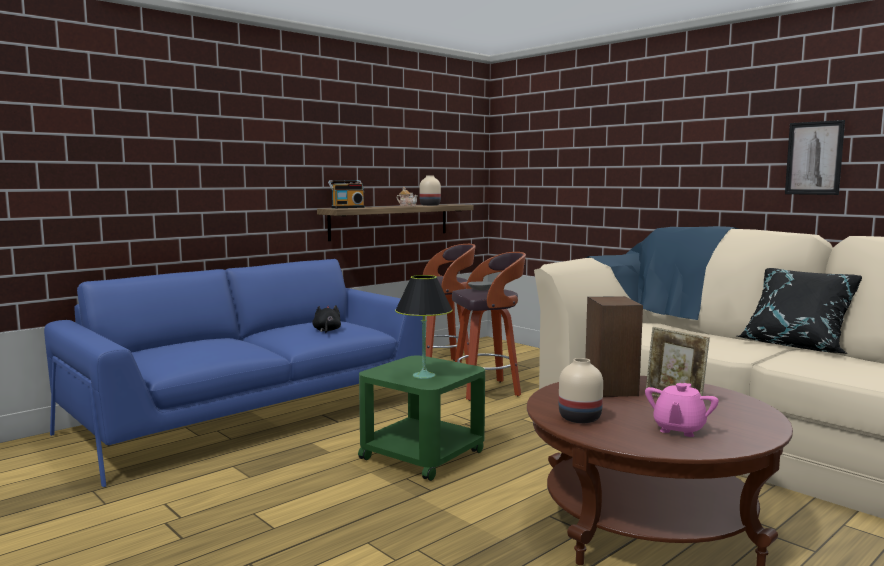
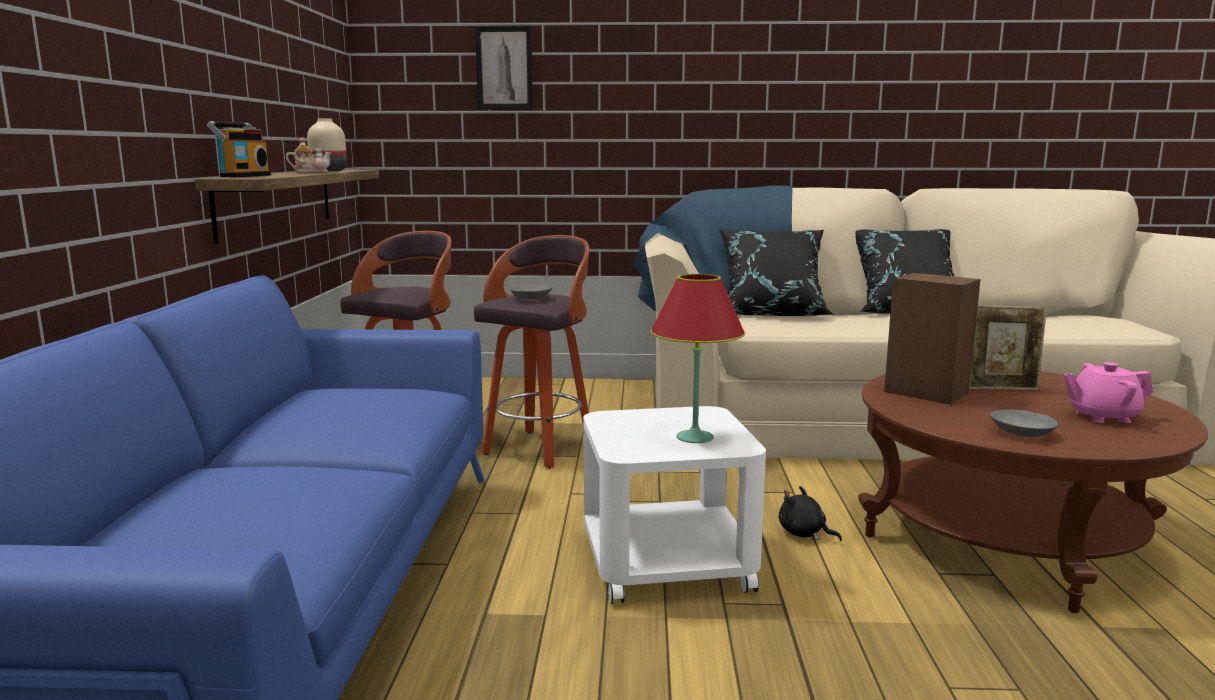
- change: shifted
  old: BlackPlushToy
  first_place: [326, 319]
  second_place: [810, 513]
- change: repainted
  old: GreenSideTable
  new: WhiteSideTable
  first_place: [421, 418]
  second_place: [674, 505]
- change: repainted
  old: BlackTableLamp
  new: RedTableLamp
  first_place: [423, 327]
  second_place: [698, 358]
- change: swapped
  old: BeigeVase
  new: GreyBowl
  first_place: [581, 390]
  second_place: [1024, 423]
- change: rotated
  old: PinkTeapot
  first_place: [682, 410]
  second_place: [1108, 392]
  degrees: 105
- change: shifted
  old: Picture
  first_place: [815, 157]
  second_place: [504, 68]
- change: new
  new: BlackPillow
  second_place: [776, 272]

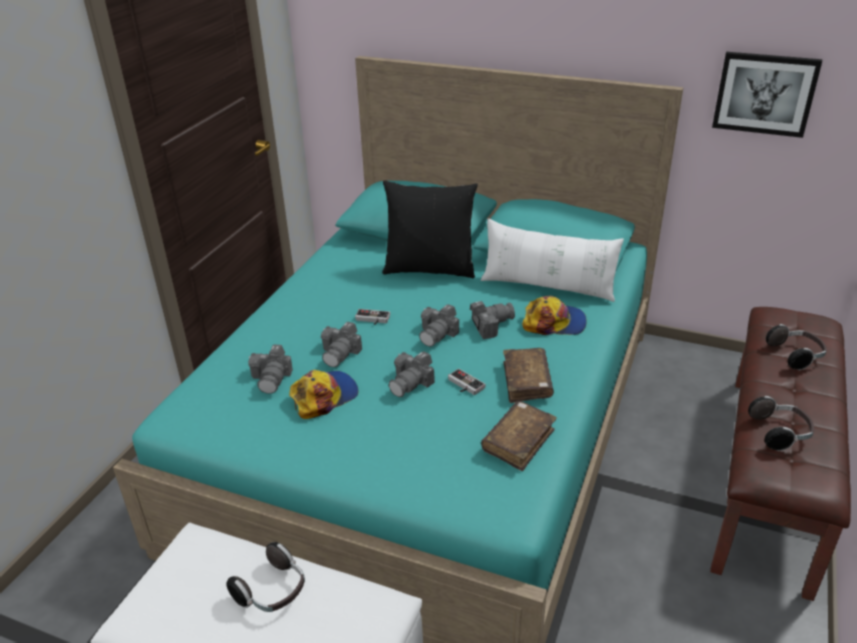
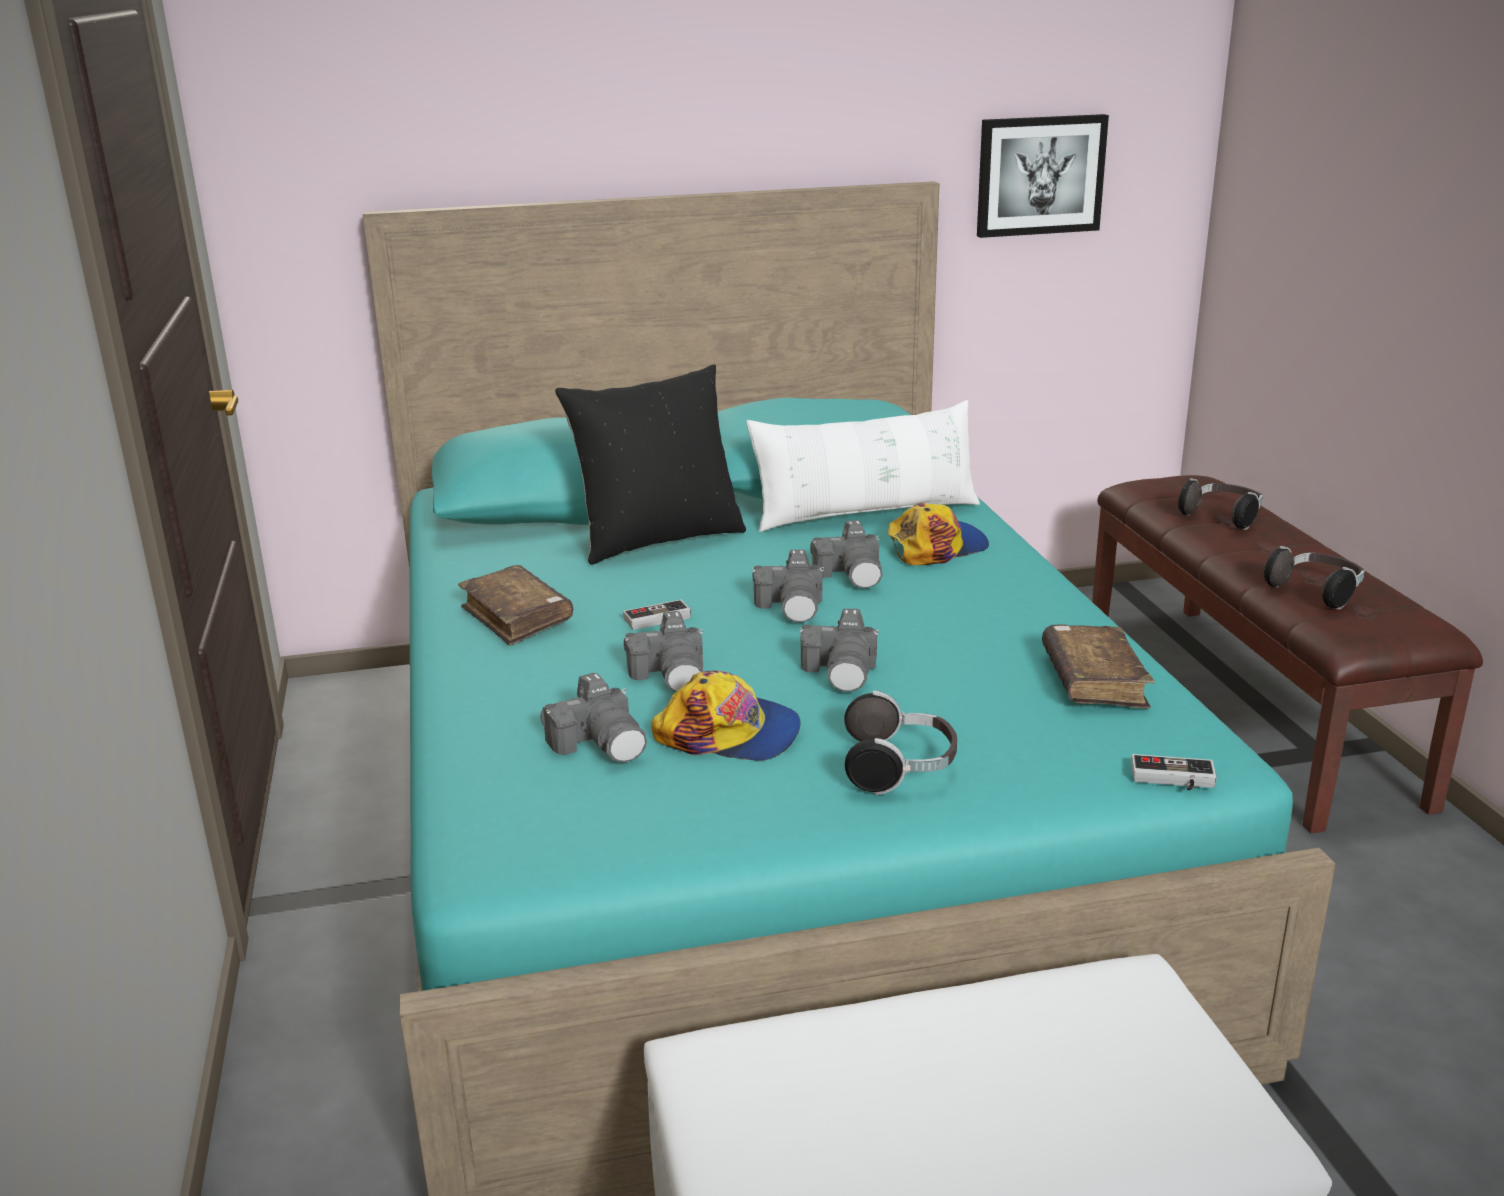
- change: shifted
  old: Headphones
  first_place: [265, 577]
  second_place: [900, 743]
- change: rotated
  old: Cap
  first_place: [324, 394]
  second_place: [726, 715]
  degrees: 90
- change: shifted
  old: GameController
  first_place: [466, 381]
  second_place: [1174, 772]
- change: rotated
  old: PhotoCamera
  first_place: [492, 320]
  second_place: [846, 554]
  degrees: 135
- change: shifted
  old: BrownBook
  first_place: [528, 375]
  second_place: [515, 605]

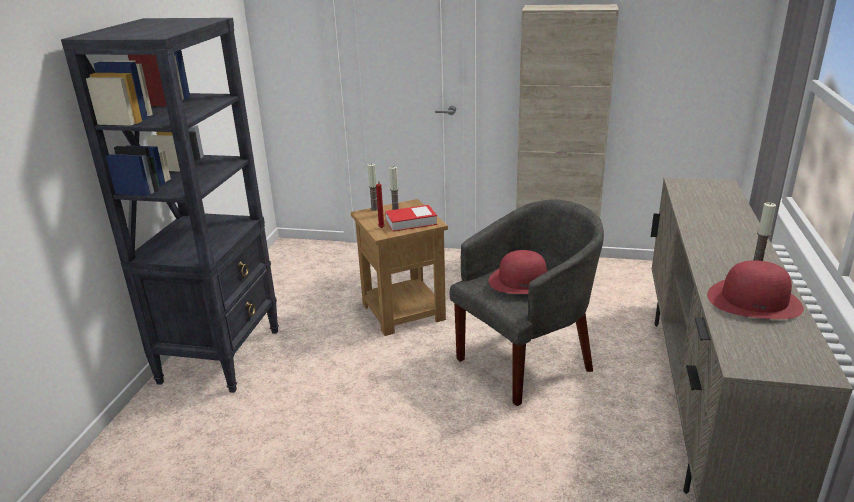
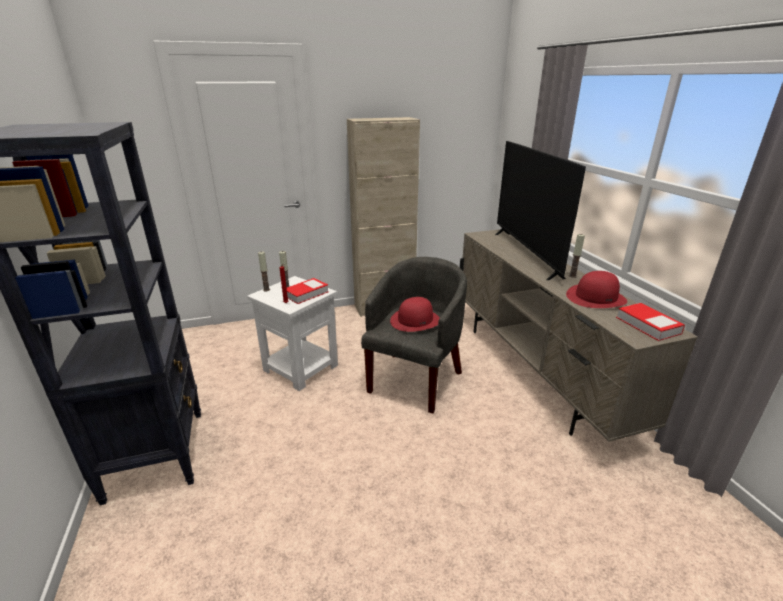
- change: repainted
  old: BrownSideTable
  new: WhiteSideTable
  first_place: [399, 267]
  second_place: [292, 333]
- change: new
  new: Television
  second_place: [540, 210]
- change: new
  new: Book
  second_place: [650, 322]

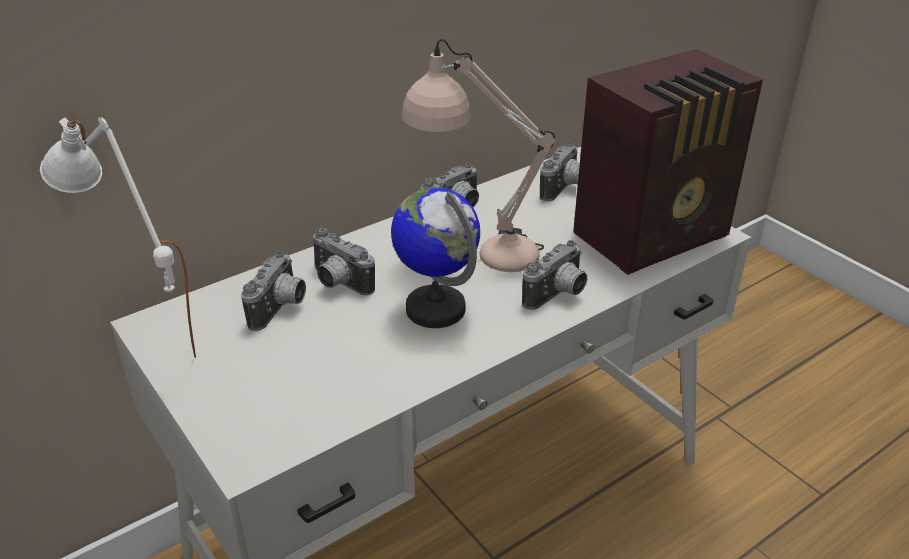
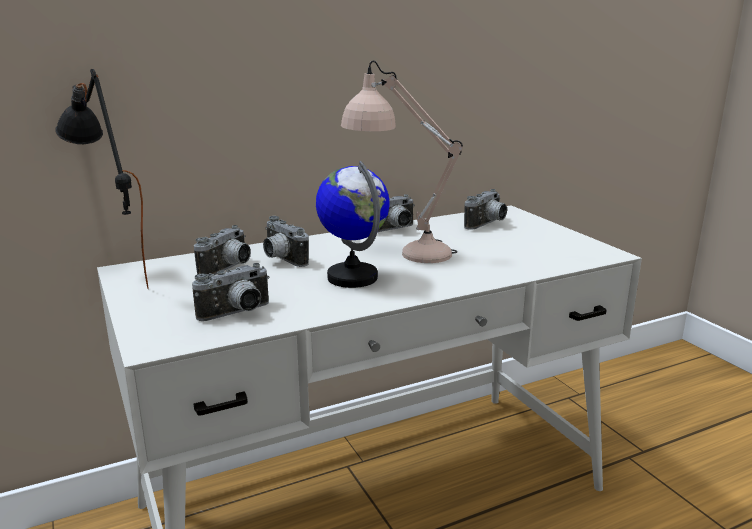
- change: repainted
  old: WhiteTableLamp
  new: BlackTableLamp
  first_place: [118, 237]
  second_place: [102, 179]
- change: shifted
  old: PhotoCamera
  first_place: [554, 275]
  second_place: [231, 292]
- change: gone
  old: Radio
  first_place: [668, 162]

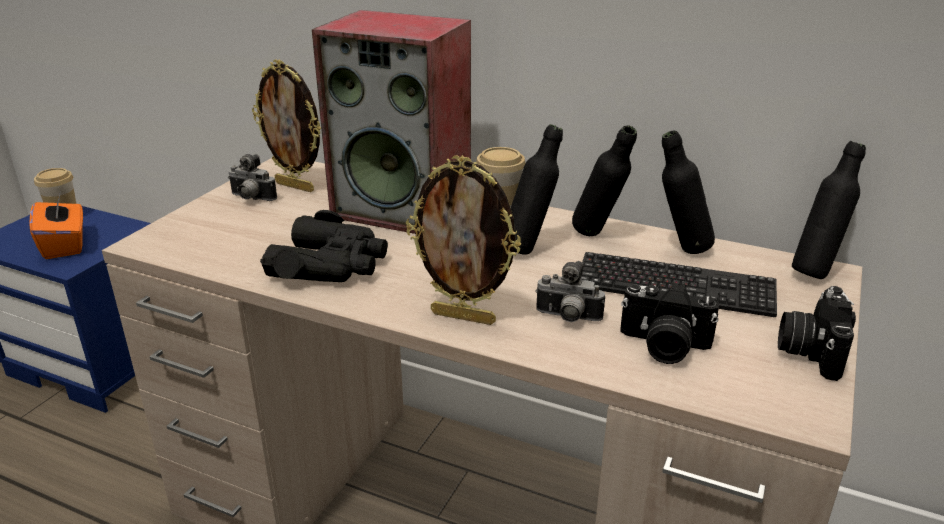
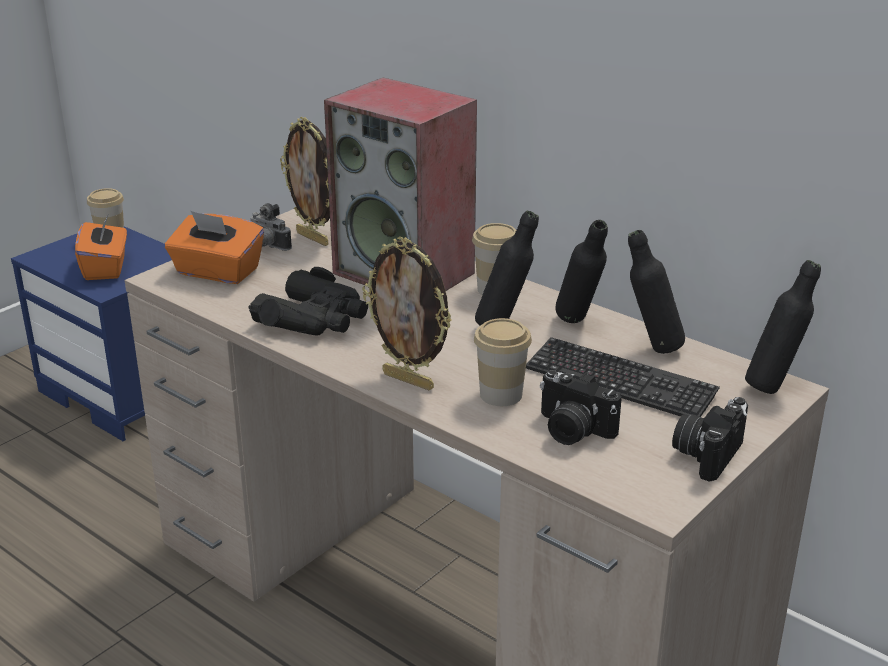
- change: swapped
  old: PhotoCamera
  new: Cup
  first_place: [570, 291]
  second_place: [503, 362]
- change: new
  new: OrangeTissueBox
  second_place: [214, 247]

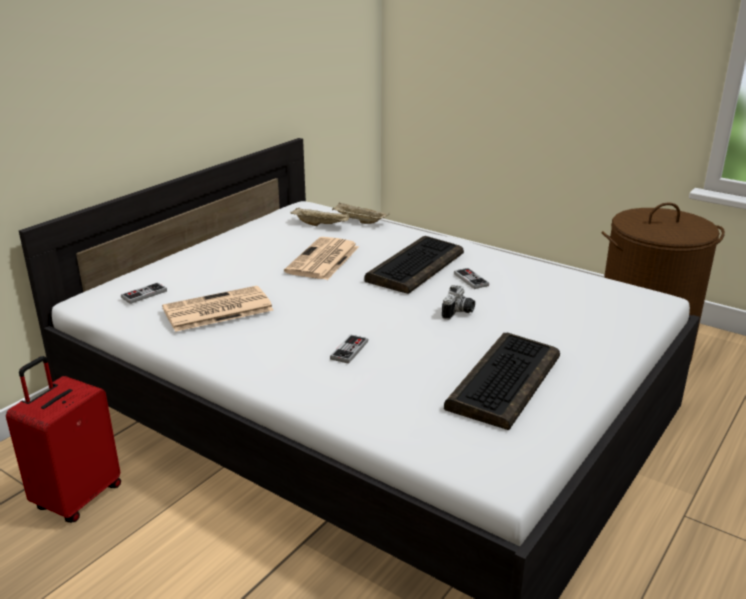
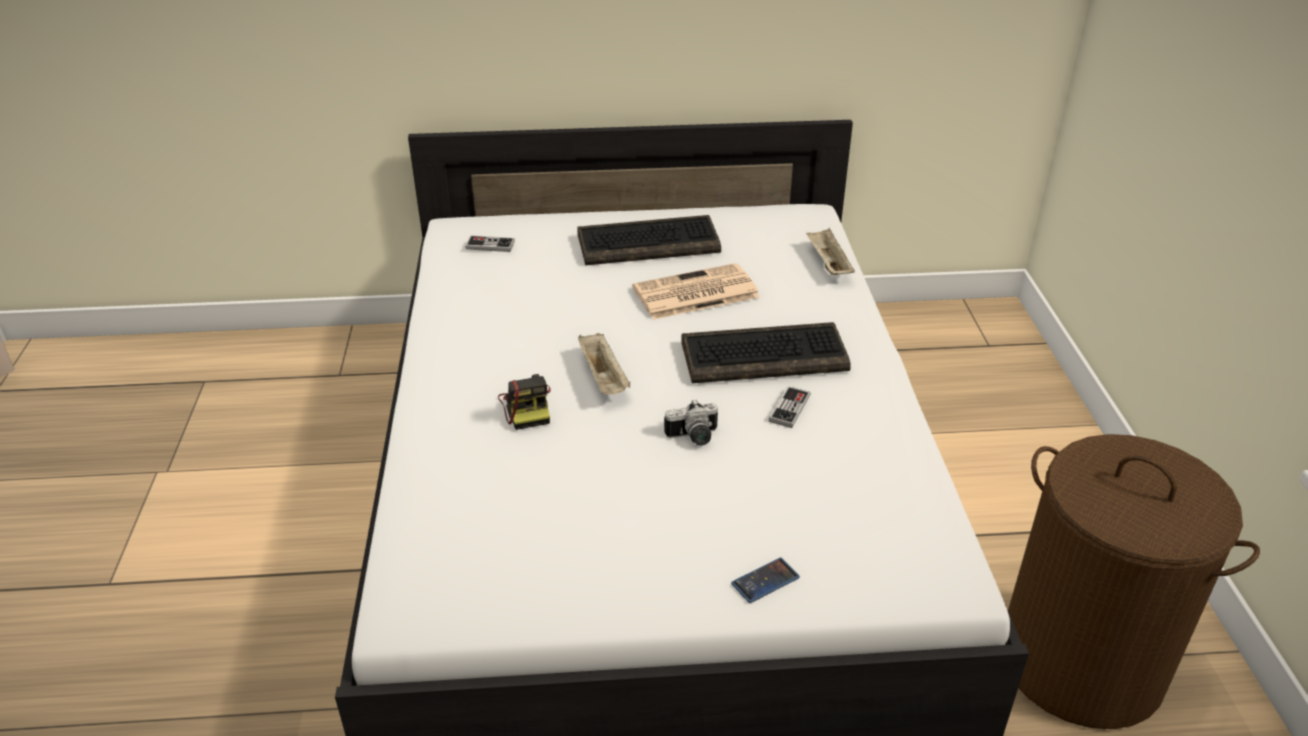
- change: gone
  old: RedSuitcase
  first_place: [63, 439]
- change: gone
  old: Newspaper
  first_place: [217, 309]
- change: shifted
  old: BeigeTray
  first_place: [320, 216]
  second_place: [604, 364]
- change: swapped
  old: GameController
  new: PhotoCamera
  first_place: [349, 349]
  second_place: [524, 402]
- change: shifted
  old: Keyboard
  first_place: [502, 381]
  second_place: [649, 240]
- change: new
  new: Phone
  second_place: [765, 580]

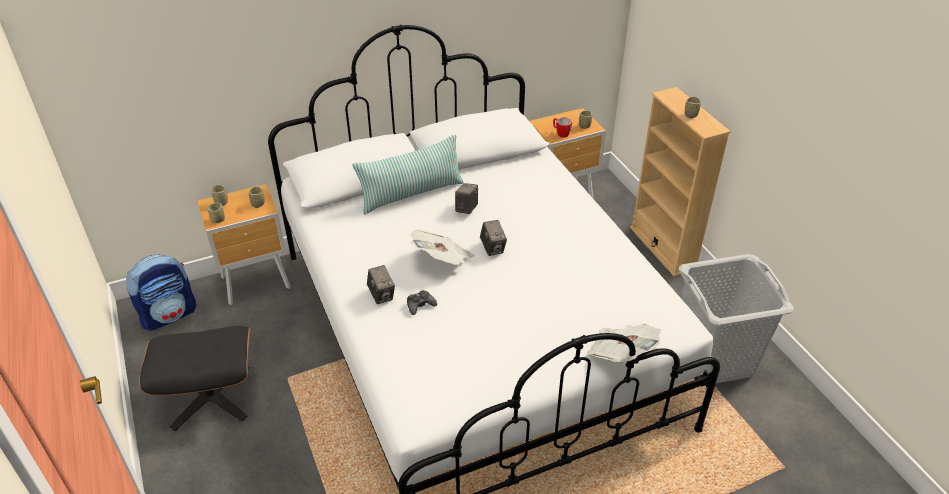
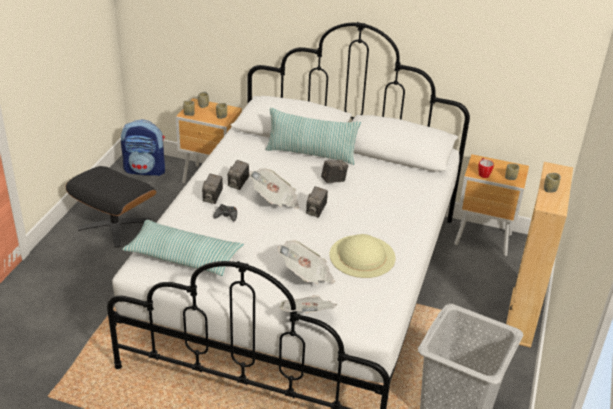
- change: new
  new: Pillow
  second_place: [183, 248]
- change: new
  new: PhotoCamera
  second_place: [238, 175]
- change: new
  new: Newspaper
  second_place: [306, 262]
- change: new
  new: BeigeHat
  second_place: [362, 256]

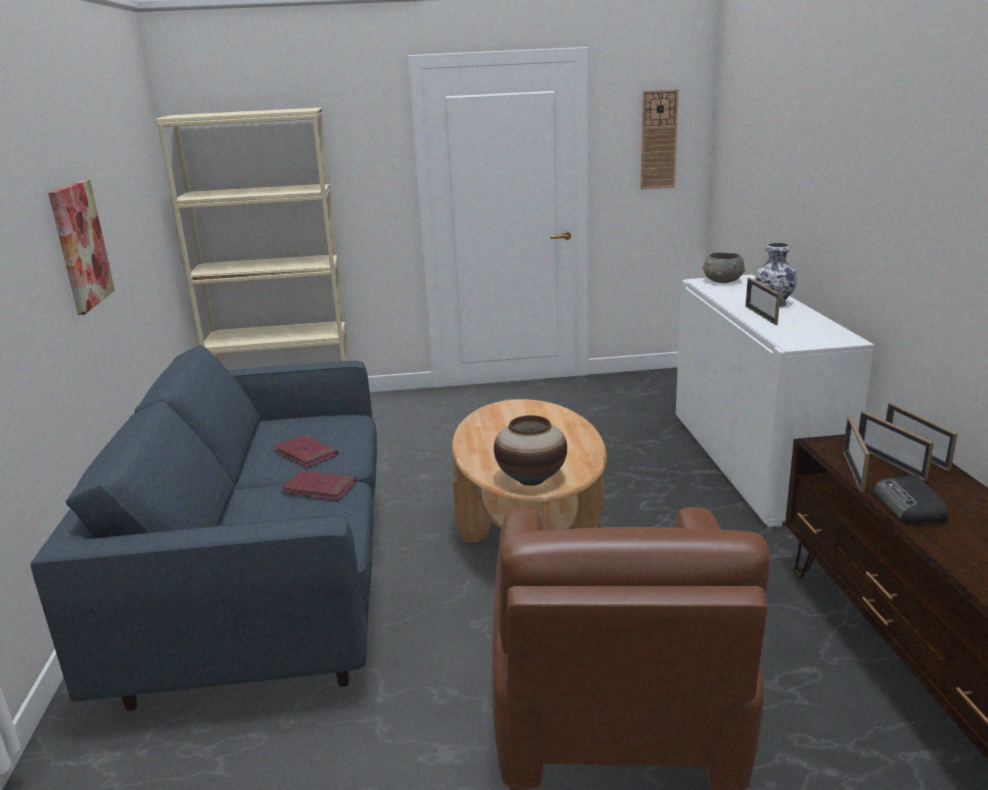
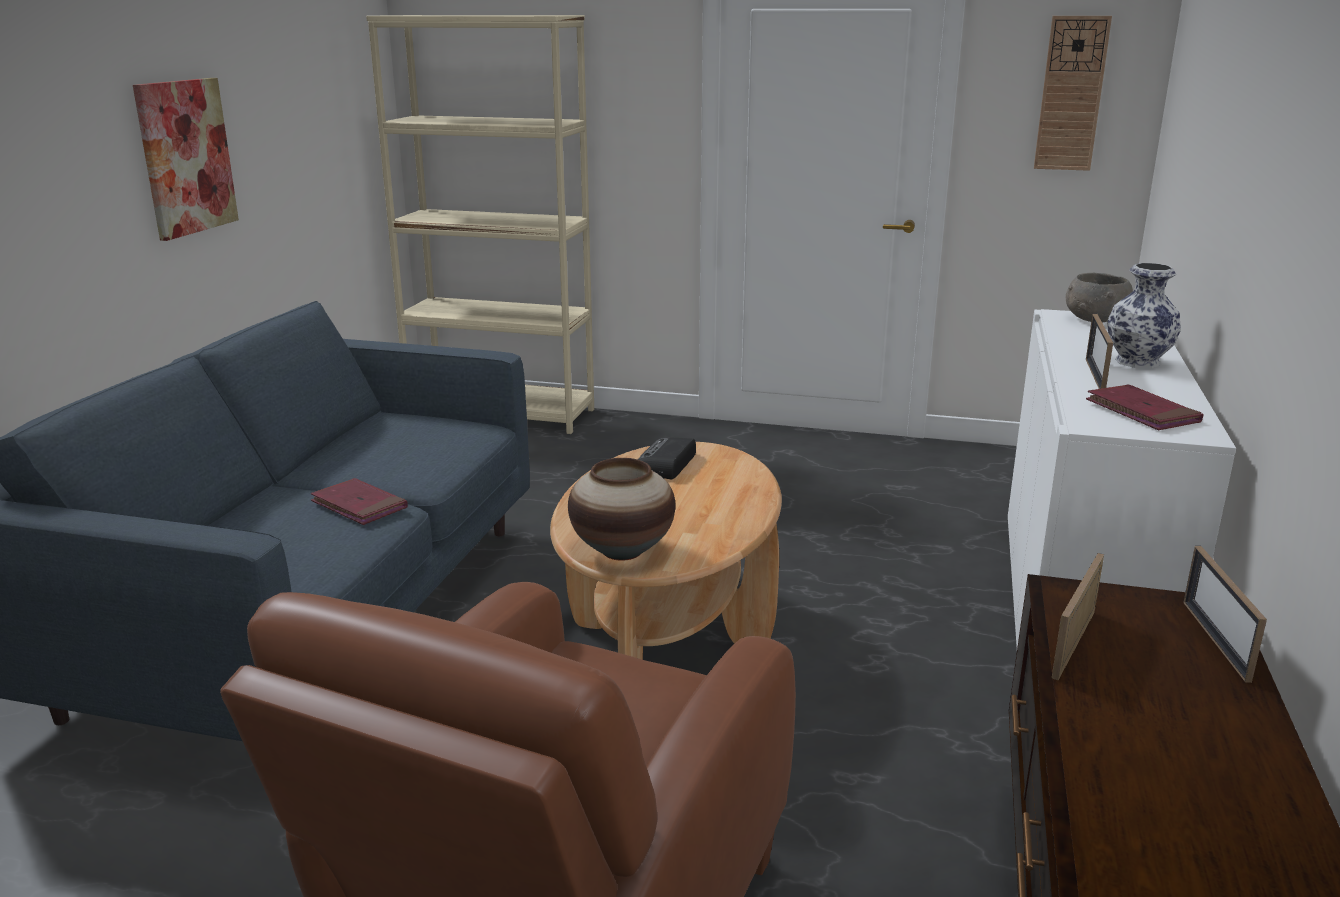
- change: shifted
  old: RedBook
  first_place: [306, 451]
  second_place: [1145, 407]
- change: gone
  old: PictureFrame
  first_place: [896, 446]
- change: shifted
  old: Radio
  first_place: [911, 499]
  second_place: [667, 458]

